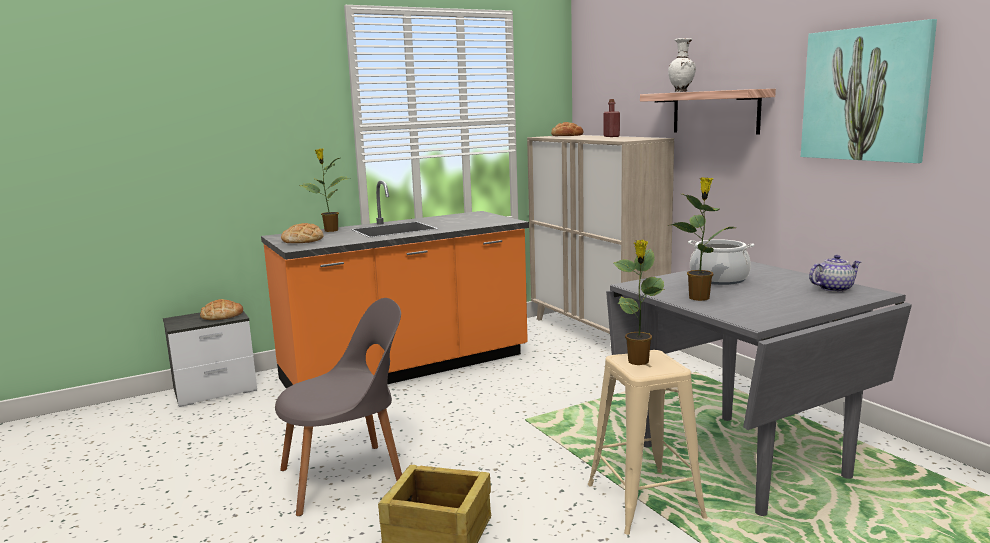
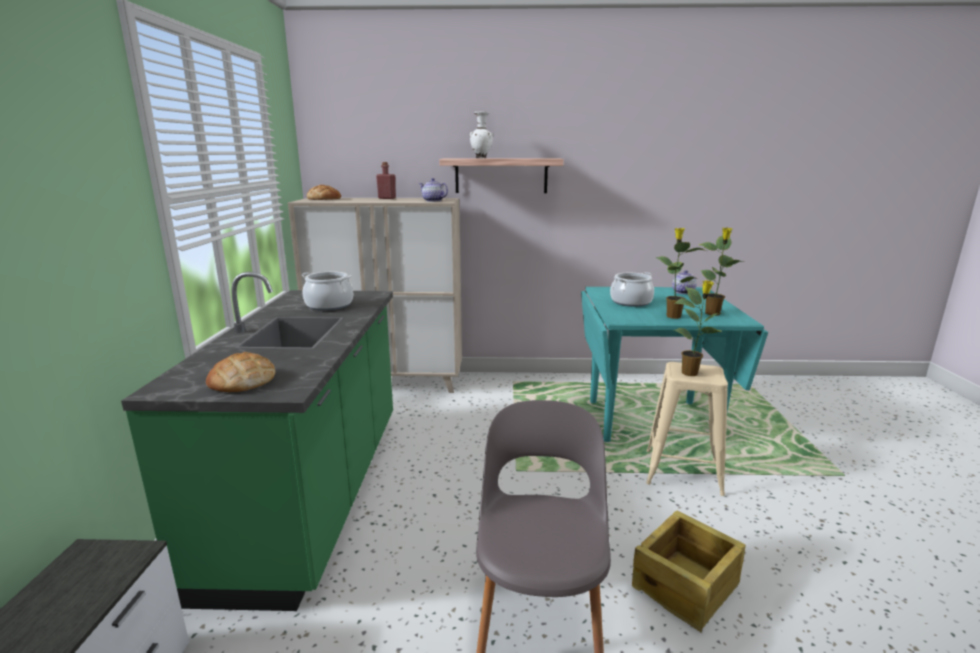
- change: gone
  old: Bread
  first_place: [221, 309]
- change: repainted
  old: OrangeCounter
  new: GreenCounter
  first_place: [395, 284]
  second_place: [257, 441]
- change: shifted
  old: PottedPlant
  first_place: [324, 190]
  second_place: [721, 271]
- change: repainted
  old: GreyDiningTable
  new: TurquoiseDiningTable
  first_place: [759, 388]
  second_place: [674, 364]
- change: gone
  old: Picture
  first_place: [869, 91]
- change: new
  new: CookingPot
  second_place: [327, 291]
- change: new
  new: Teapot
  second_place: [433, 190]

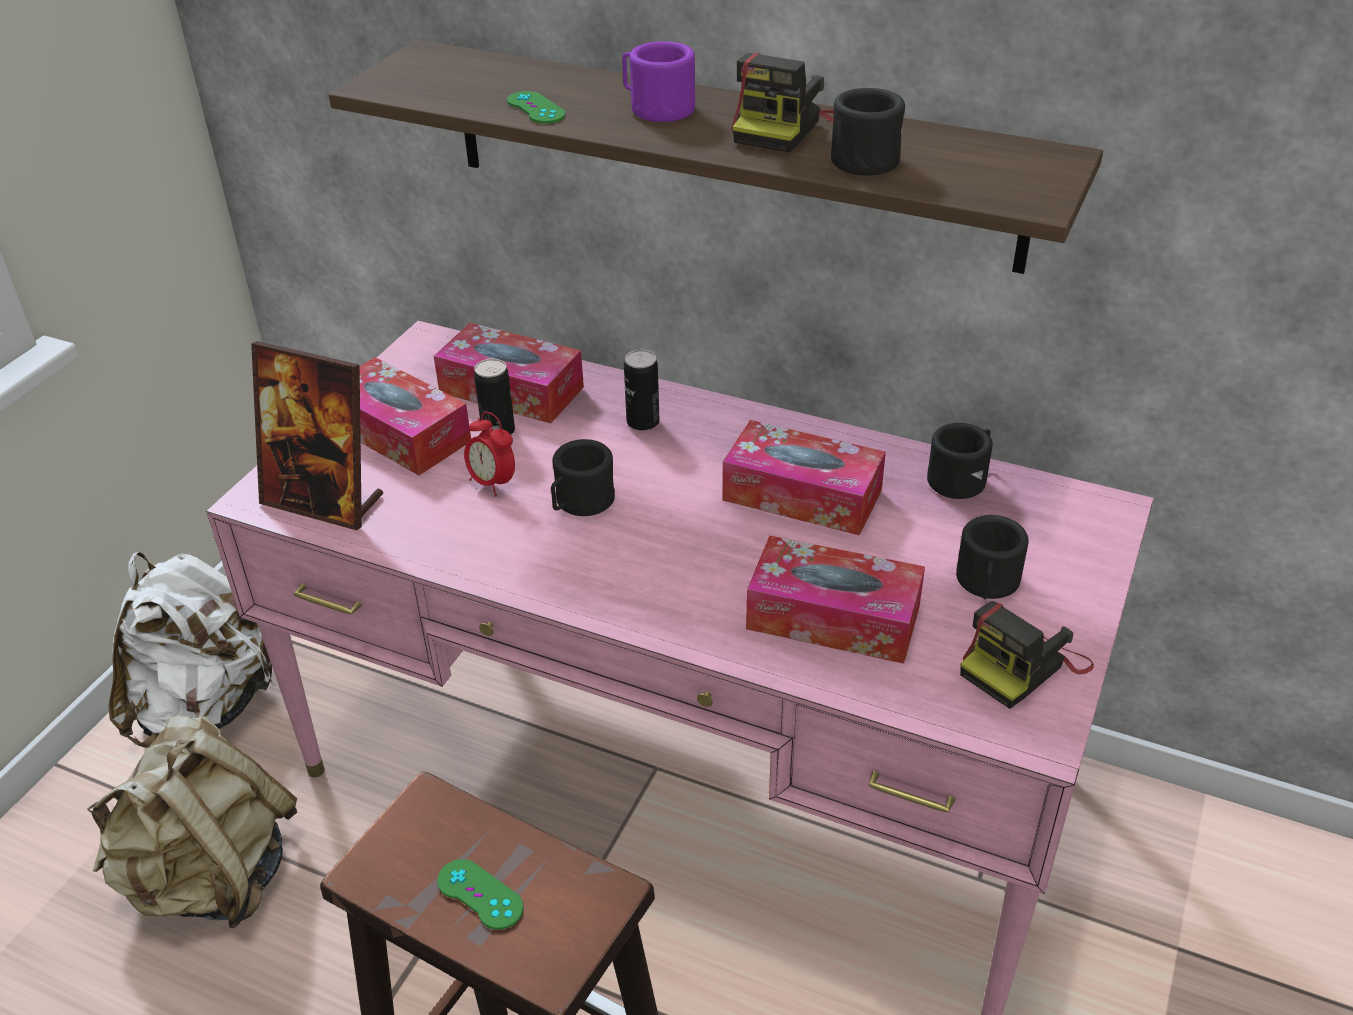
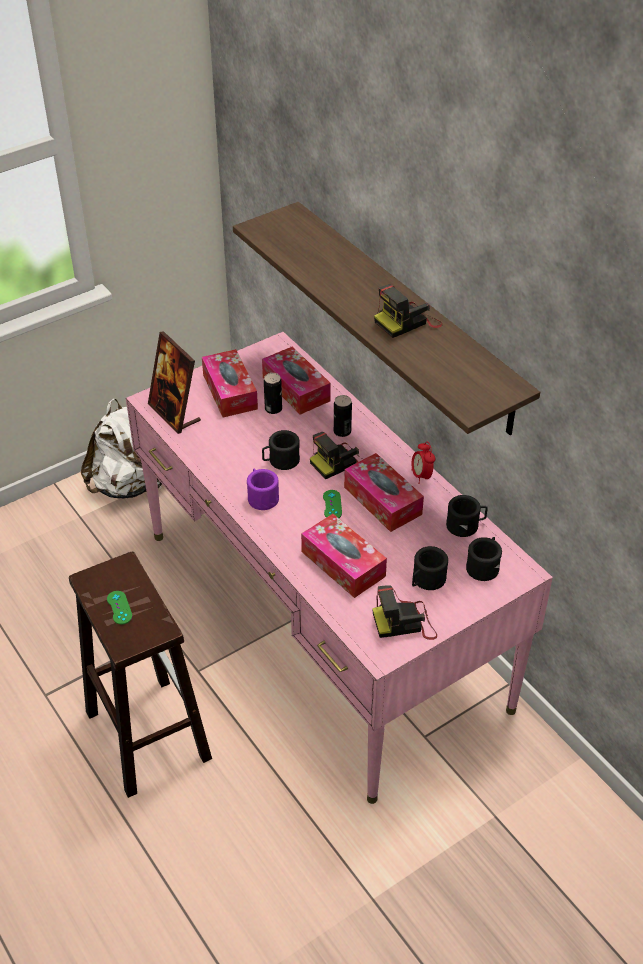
- change: gone
  old: BeigeBackpack
  first_place: [192, 821]
- change: shifted
  old: AlarmClock
  first_place: [489, 454]
  second_place: [423, 463]
- change: shifted
  old: GreenGameController
  first_place: [536, 107]
  second_place: [332, 504]
- change: shifted
  old: PurpleMug
  first_place: [658, 81]
  second_place: [263, 489]
- change: shifted
  old: BlackMug
  first_place: [868, 131]
  second_place: [484, 559]
- change: new
  new: PhotoCamera
  second_place: [335, 455]

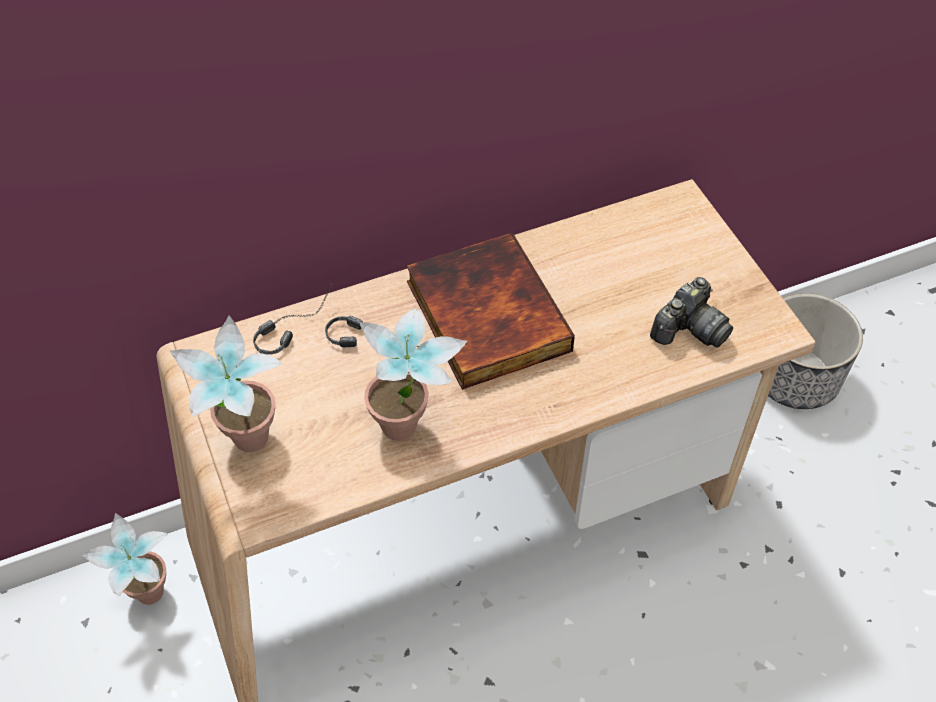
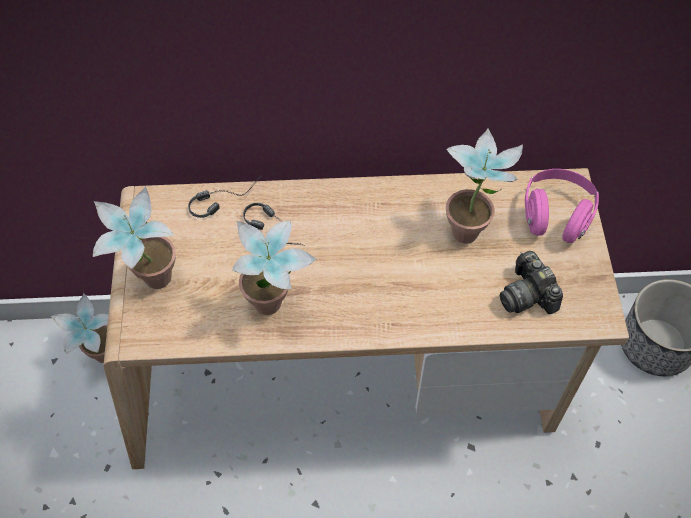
- change: gone
  old: Book
  first_place: [491, 311]
- change: rotated
  old: PhotoCamera
  first_place: [691, 312]
  second_place: [531, 282]
  degrees: 90
- change: new
  new: PottedPlant
  second_place: [484, 186]
- change: new
  new: PinkHeadphones
  second_place: [562, 206]

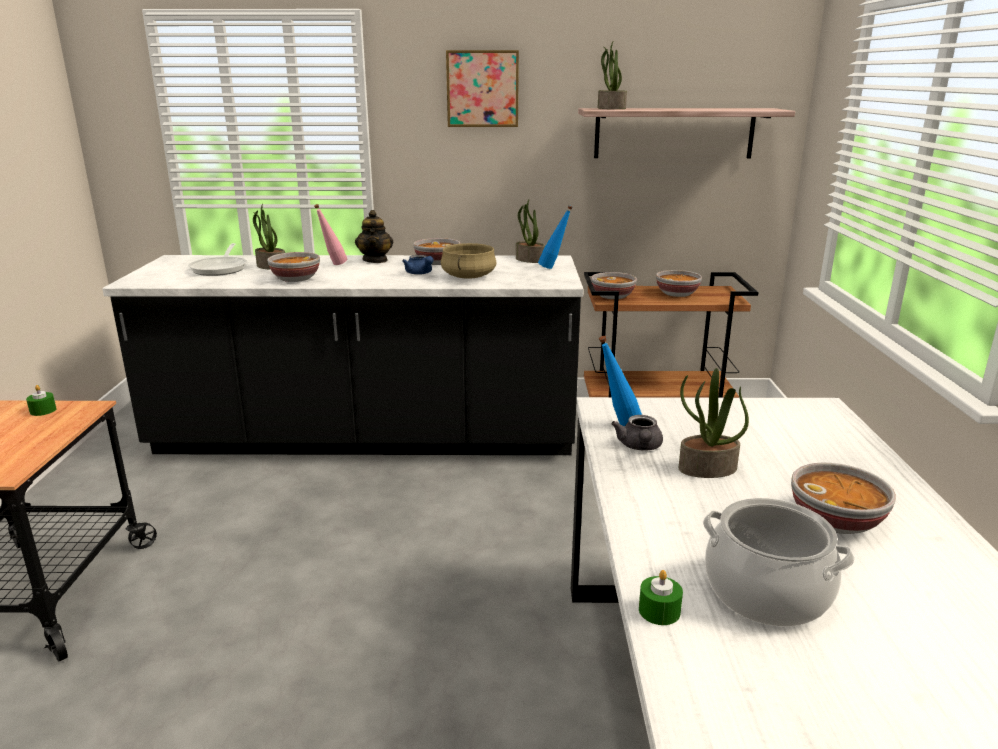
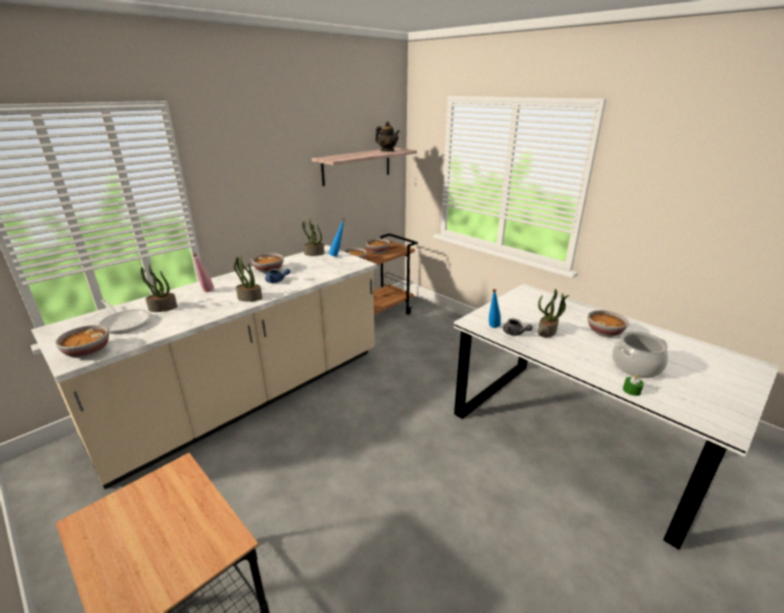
- change: gone
  old: GreenCandle
  first_place: [41, 400]
- change: repainted
  old: BlackCounter
  new: BeigeCounter
  first_place: [343, 355]
  second_place: [204, 367]
- change: shifted
  old: Bowl
  first_place: [293, 267]
  second_place: [82, 341]
- change: shifted
  old: Teapot
  first_place: [374, 236]
  second_place: [387, 137]
- change: gone
  old: BeigeCookingPot
  first_place: [469, 261]
- change: gone
  old: Picture
  first_place: [482, 88]
- change: shifted
  old: PottedPlant
  first_place: [612, 75]
  second_place: [248, 278]

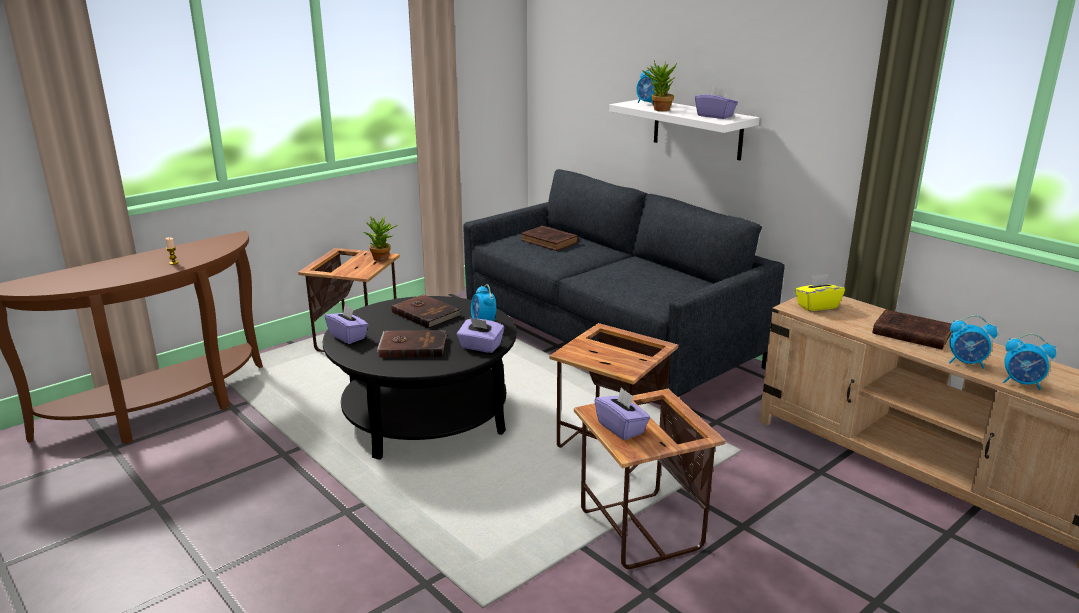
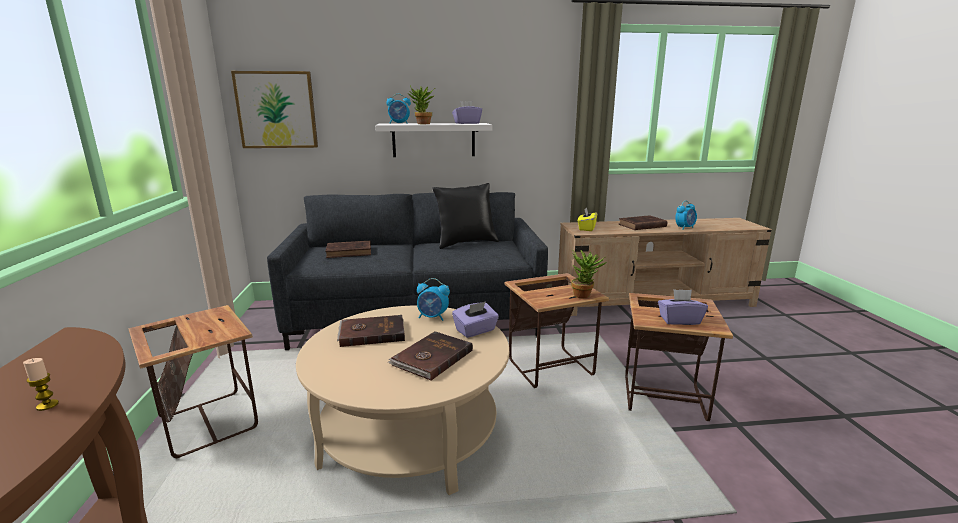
- change: repainted
  old: BlackCoffeeTable
  new: BeigeCoffeeTable
  first_place: [419, 378]
  second_place: [402, 400]
- change: gone
  old: PurpleTissueBox
  first_place: [346, 324]
- change: shifted
  old: PottedPlant
  first_place: [381, 238]
  second_place: [589, 274]
- change: gone
  old: AlarmClock
  first_place: [1029, 362]
- change: new
  new: Picture
  second_place: [274, 109]
- change: new
  new: BlackPillow
  second_place: [466, 216]

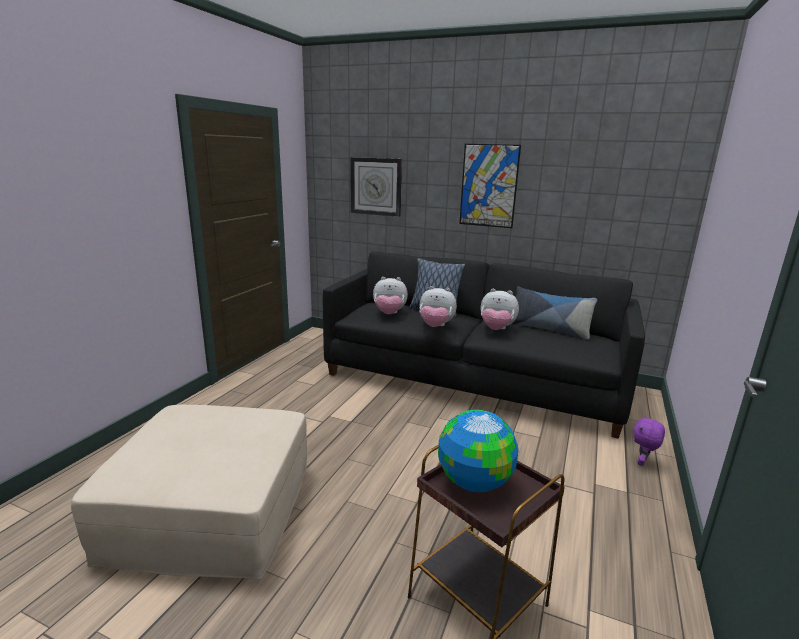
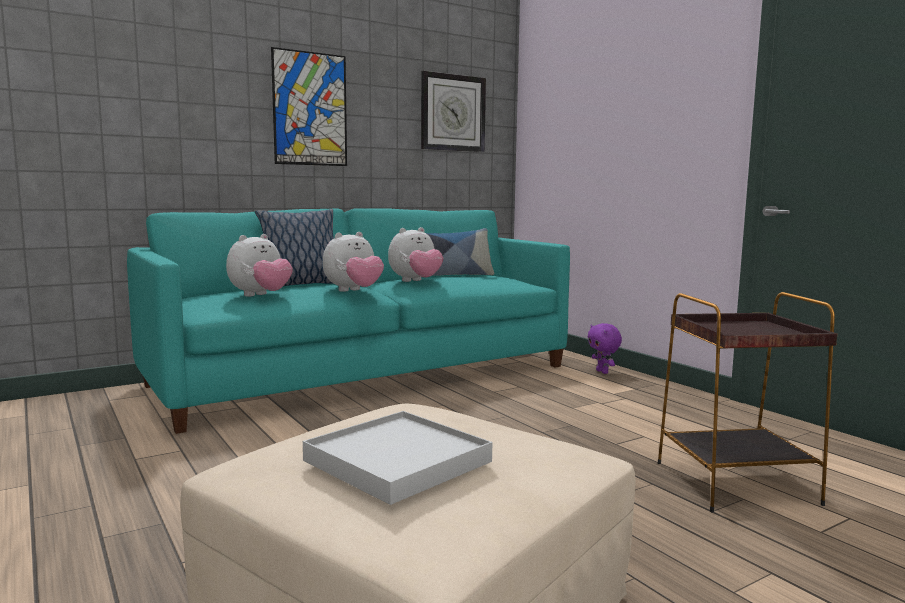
- change: repainted
  old: BlackSofa
  new: TurquoiseSofa
  first_place: [483, 345]
  second_place: [348, 321]
- change: shifted
  old: WallClock
  first_place: [376, 187]
  second_place: [453, 111]
- change: gone
  old: Globe
  first_place: [478, 451]
- change: new
  new: WhiteTray
  second_place: [397, 458]

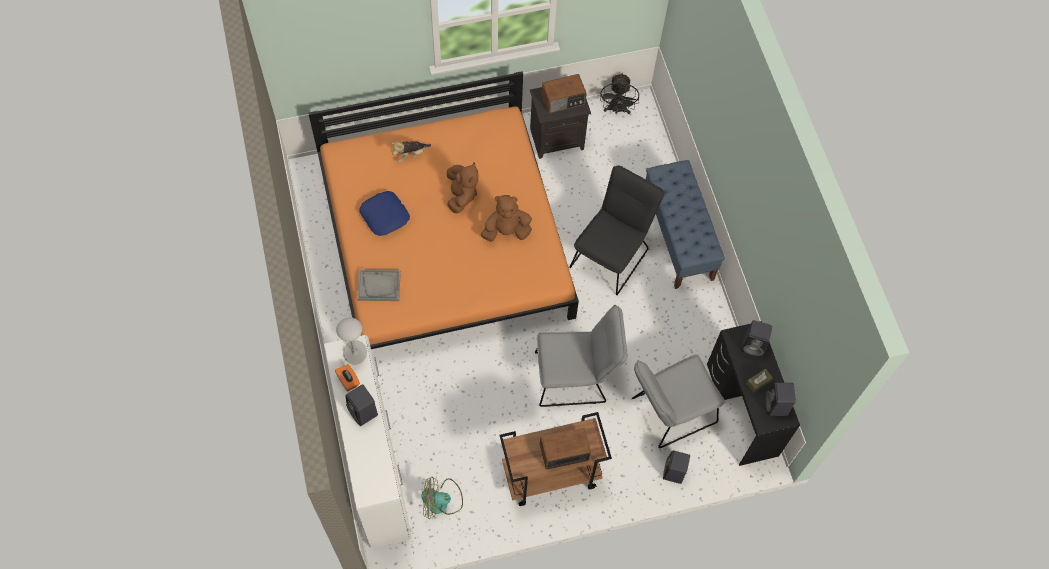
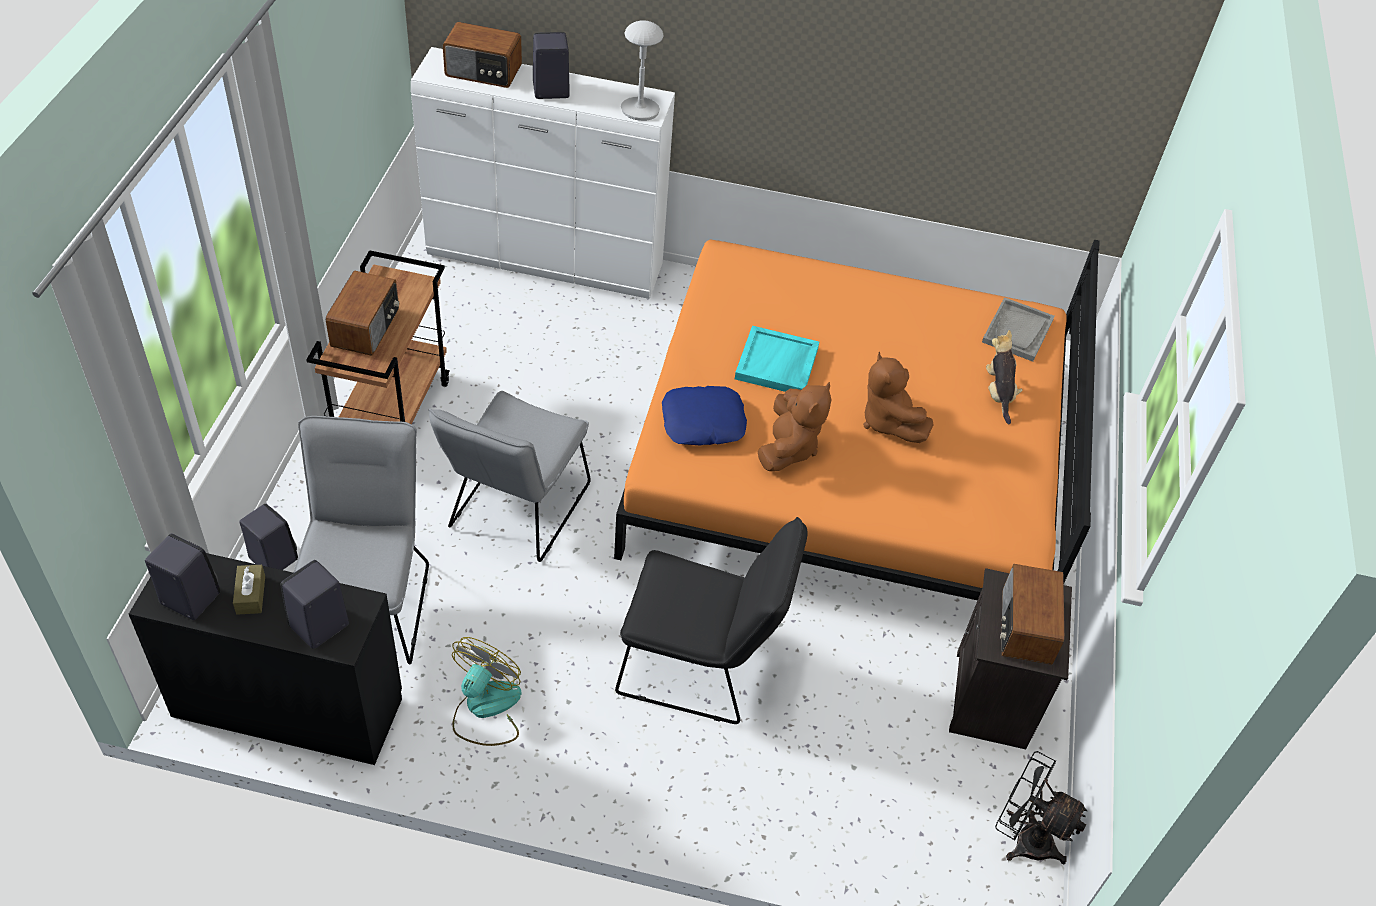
- change: gone
  old: OrangeTissueBox
  first_place: [347, 378]
- change: shifted
  old: GreyTray
  first_place: [379, 285]
  second_place: [1018, 329]
- change: shifted
  old: BluePillow
  first_place: [384, 213]
  second_place: [704, 416]
- change: shifted
  old: Fan
  first_place: [442, 498]
  second_place: [487, 691]
- change: rotated
  old: BrownPlushToy
  first_place: [462, 187]
  second_place: [898, 397]
  degrees: 45
- change: rotated
  old: BlackChair
  first_place: [617, 230]
  second_place: [711, 620]
  degrees: -45
- change: gone
  old: BlueBench
  first_place: [685, 224]
- change: new
  new: Radio
  second_place: [482, 55]
- change: new
  new: TurquoiseTray
  second_place: [777, 359]

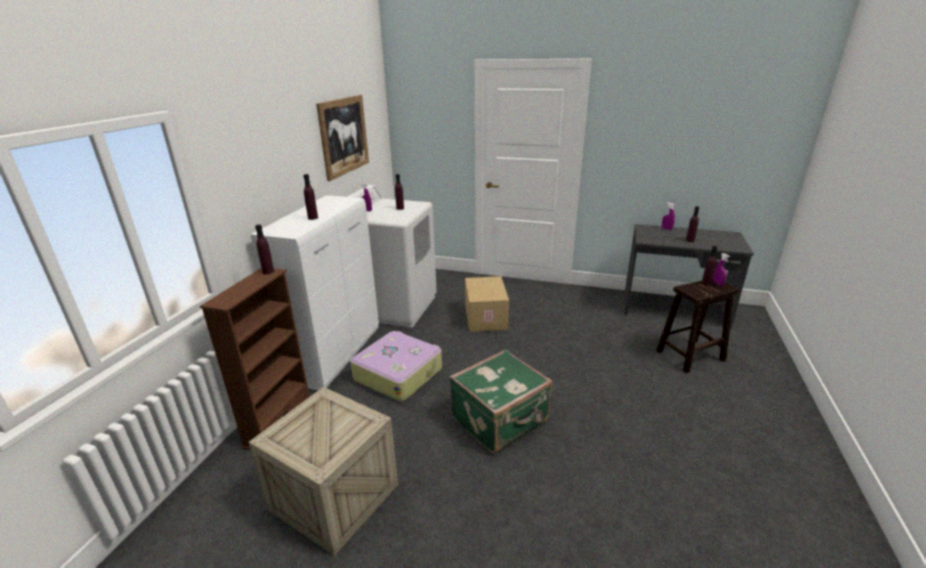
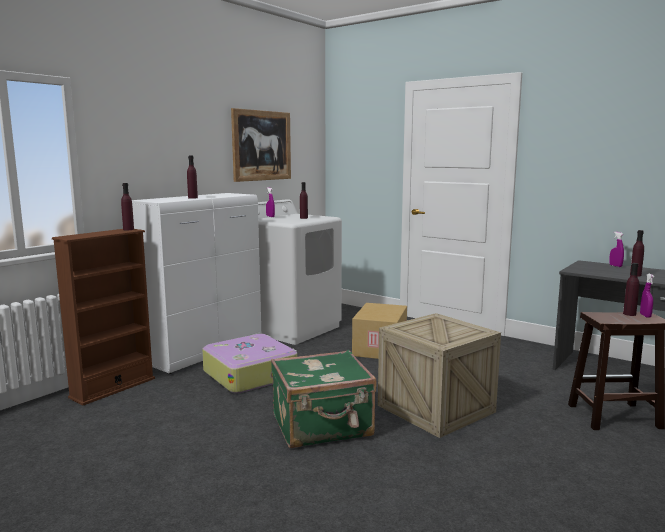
- change: shifted
  old: Crate
  first_place: [323, 471]
  second_place: [439, 375]

